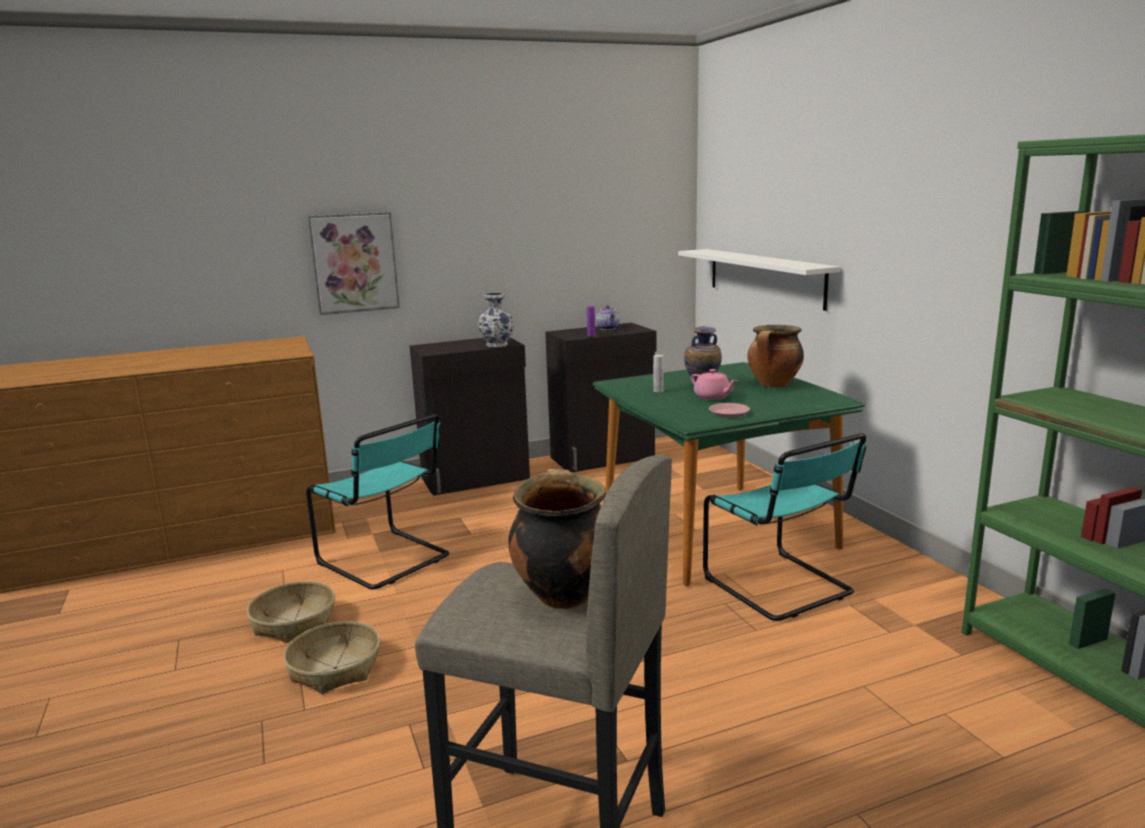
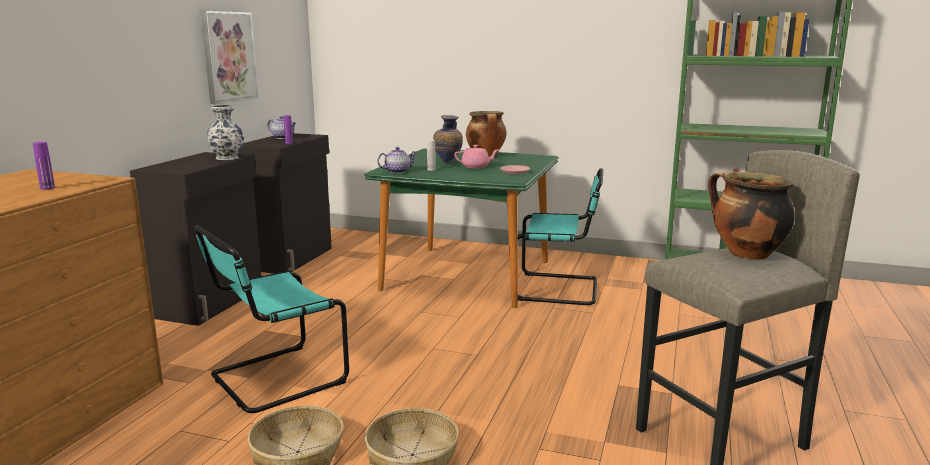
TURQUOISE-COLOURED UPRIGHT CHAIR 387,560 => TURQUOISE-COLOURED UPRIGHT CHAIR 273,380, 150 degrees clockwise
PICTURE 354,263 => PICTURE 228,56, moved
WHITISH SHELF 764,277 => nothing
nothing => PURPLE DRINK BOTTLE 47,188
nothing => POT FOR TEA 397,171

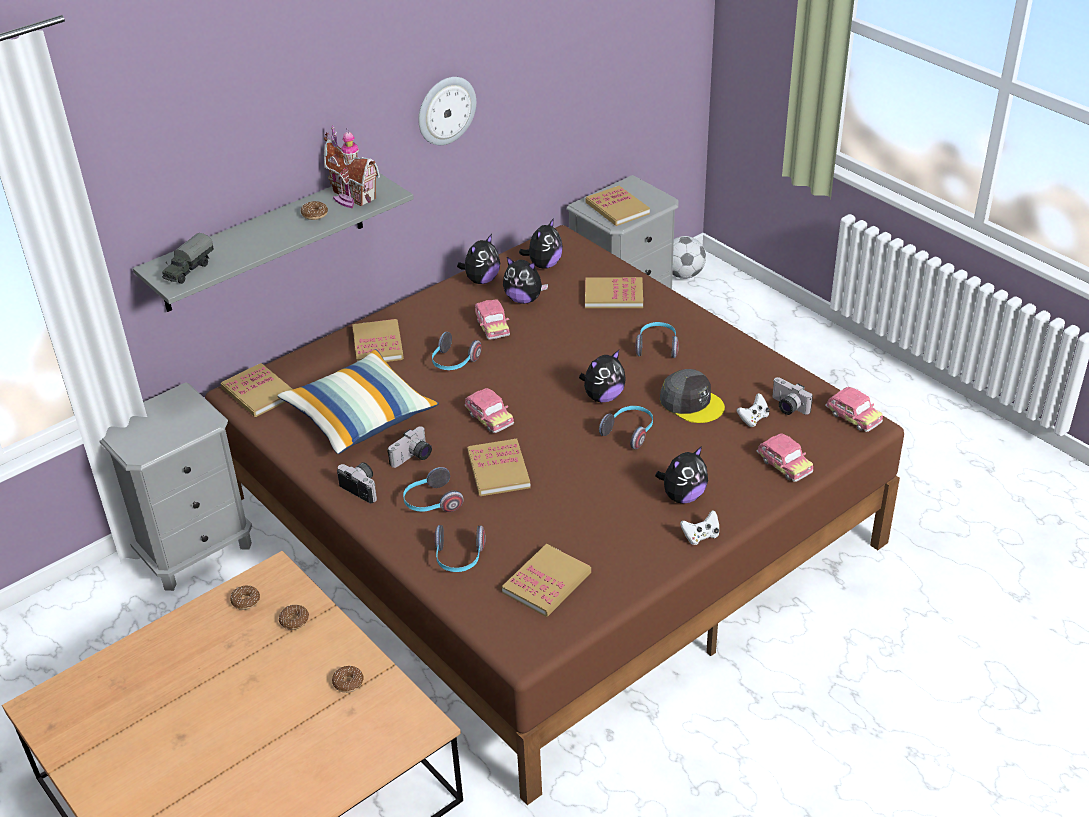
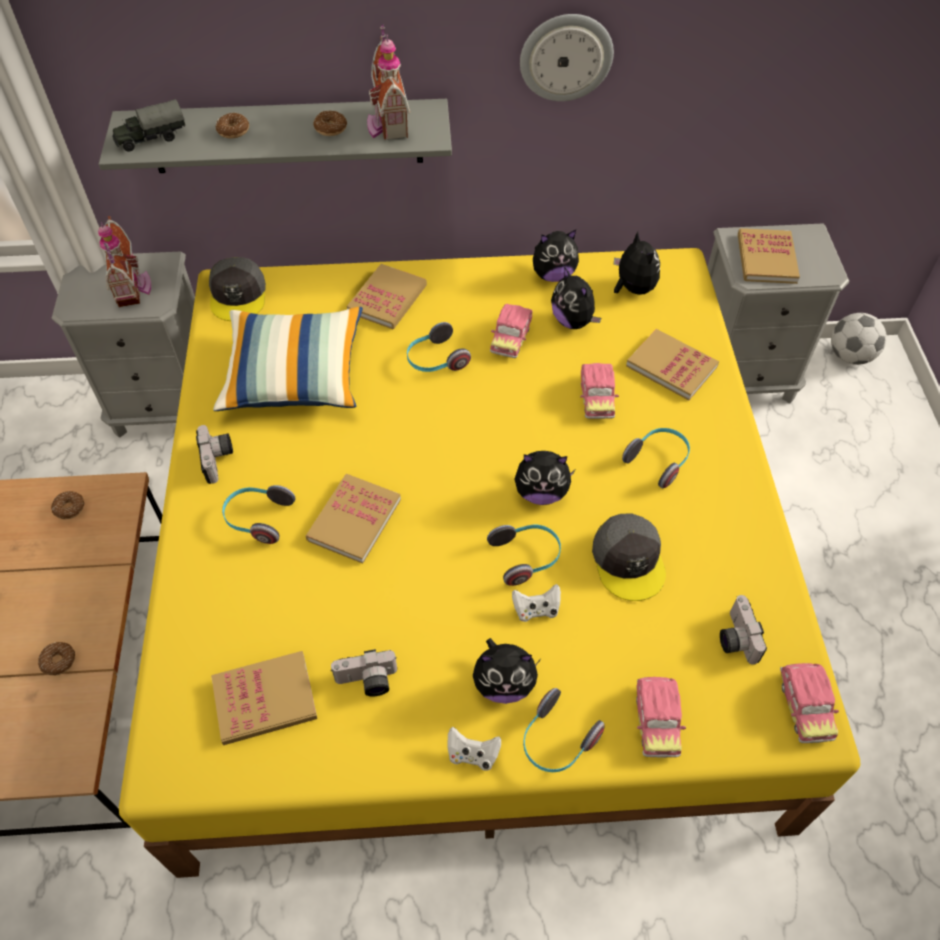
BROWNISH BEDROOM BED 550,521 => YELLOW BEDROOM BED 471,567
BOOK 258,393 => GRAY CAP 238,295
DOUGHNUT 294,620 => DOUGHNUT 233,131, moved
STILL CAMERA 413,458 => STILL CAMERA 367,682, moved
HEADPHONES 459,558 => HEADPHONES 556,741, moved
MINIATURE CAR 489,418 => MINIATURE CAR 596,397, moved
PLUSH TOY 544,265 => PLUSH TOY 632,289, 90 degrees counterclockwise
WHITISH GAME CONTROLLER 753,419 => WHITISH GAME CONTROLLER 536,609, moved
nothing => MINIATURE HOUSE 133,287

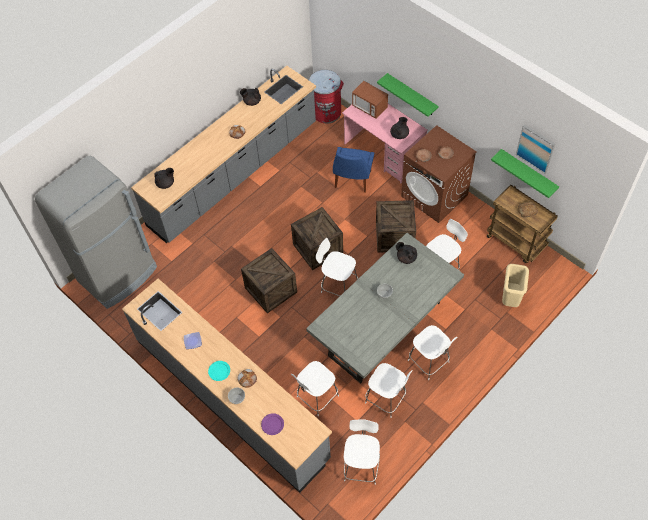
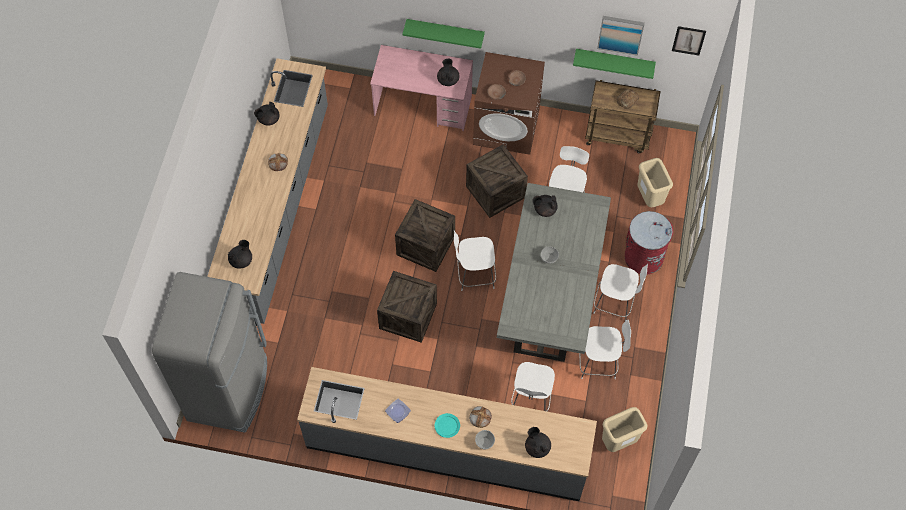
PURPLE FLAT DISH 272,424 => BLACK POT FOR TEA 537,447
RED TRASH CAN 326,112 => RED TRASH CAN 643,257, moved
BLUE-COLOURED UPRIGHT CHAIR 352,180 => nothing
WHITISH UPRIGHT CHAIR 361,465 => BEIGE-COLOURED TRASH CAN 619,441
MICROWAVE OVEN 369,107 => nothing
nothing => PICTURE 688,40

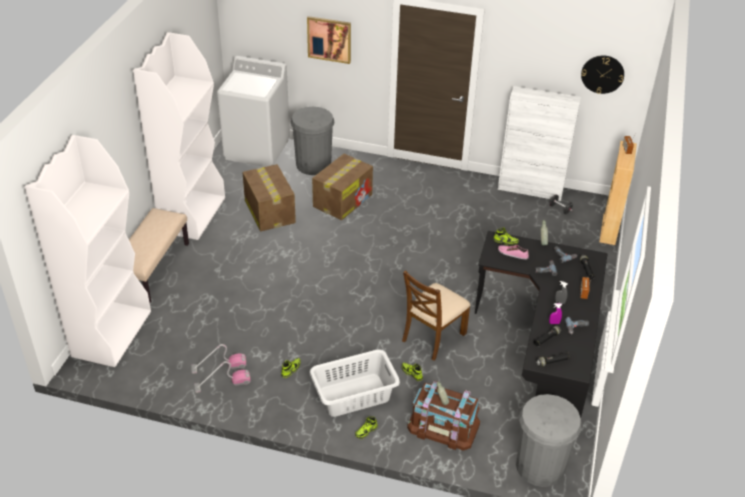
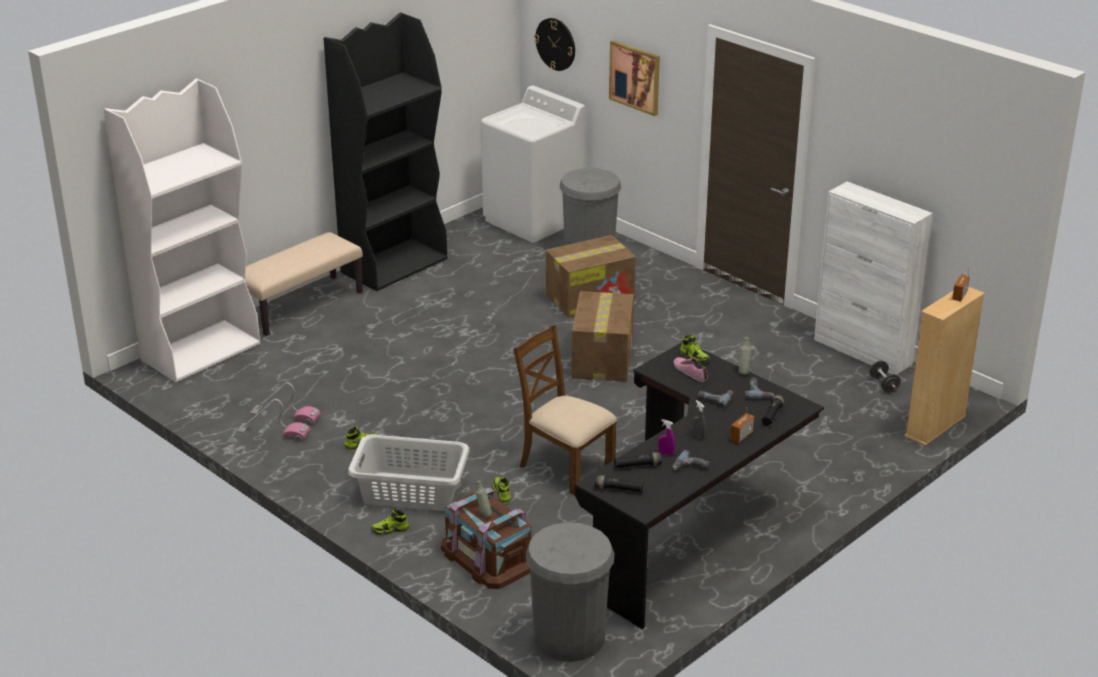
WHITISH SHELVING UNIT 193,214 => BLACK SHELVING UNIT 394,265
CARDBOARD BOX 269,211 => CARDBOARD BOX 602,358, moved
BROWNISH UPRIGHT CHAIR 433,337 => BROWNISH UPRIGHT CHAIR 565,466, 60 degrees clockwise
WALL CLOCK 602,74 => WALL CLOCK 556,44, moved

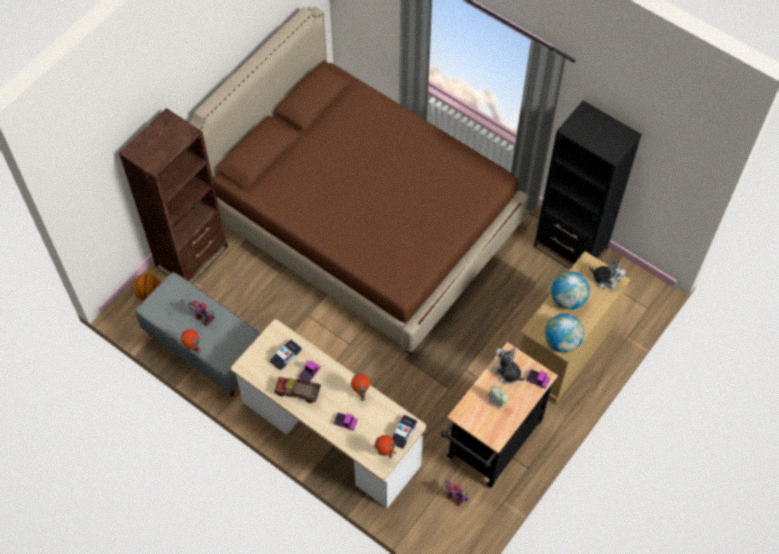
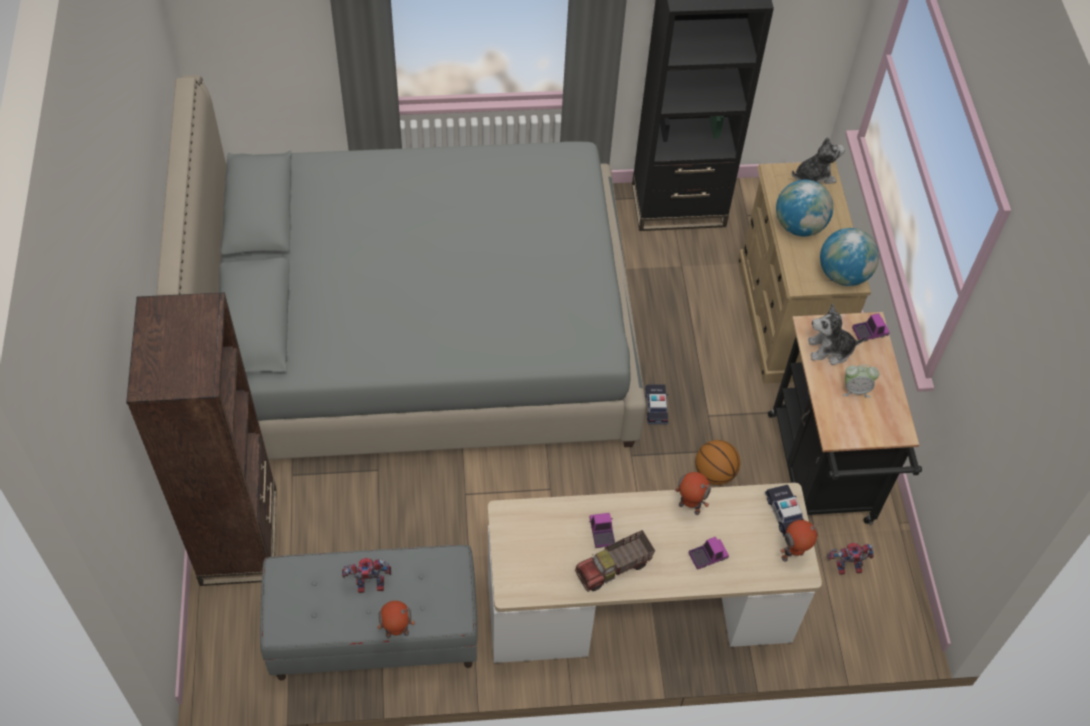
BASKETBALL 149,294 => BASKETBALL 714,473, moved
BROWNISH BEDROOM BED 363,220 => GRAY BEDROOM BED 418,336
MINIATURE CAR 286,356 => MINIATURE CAR 656,407, moved

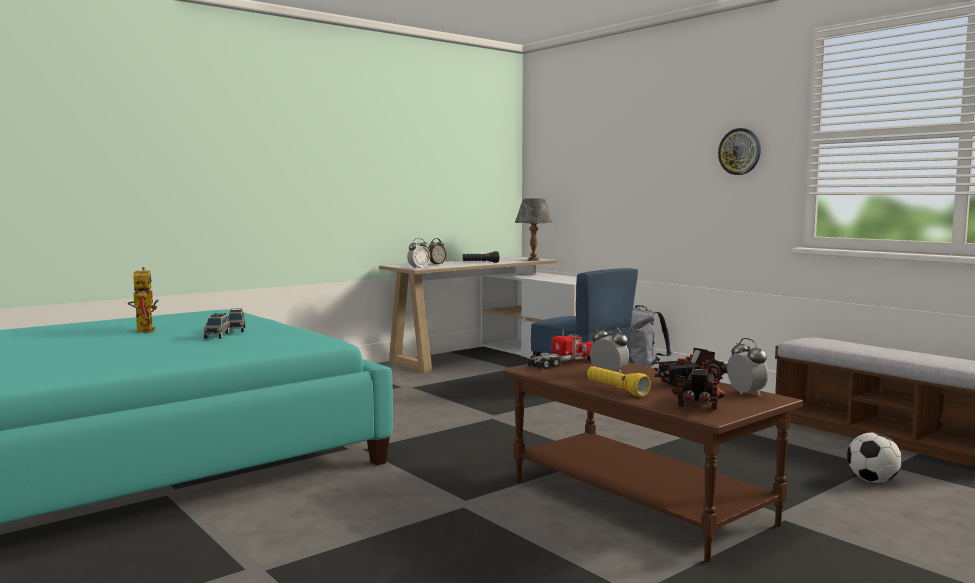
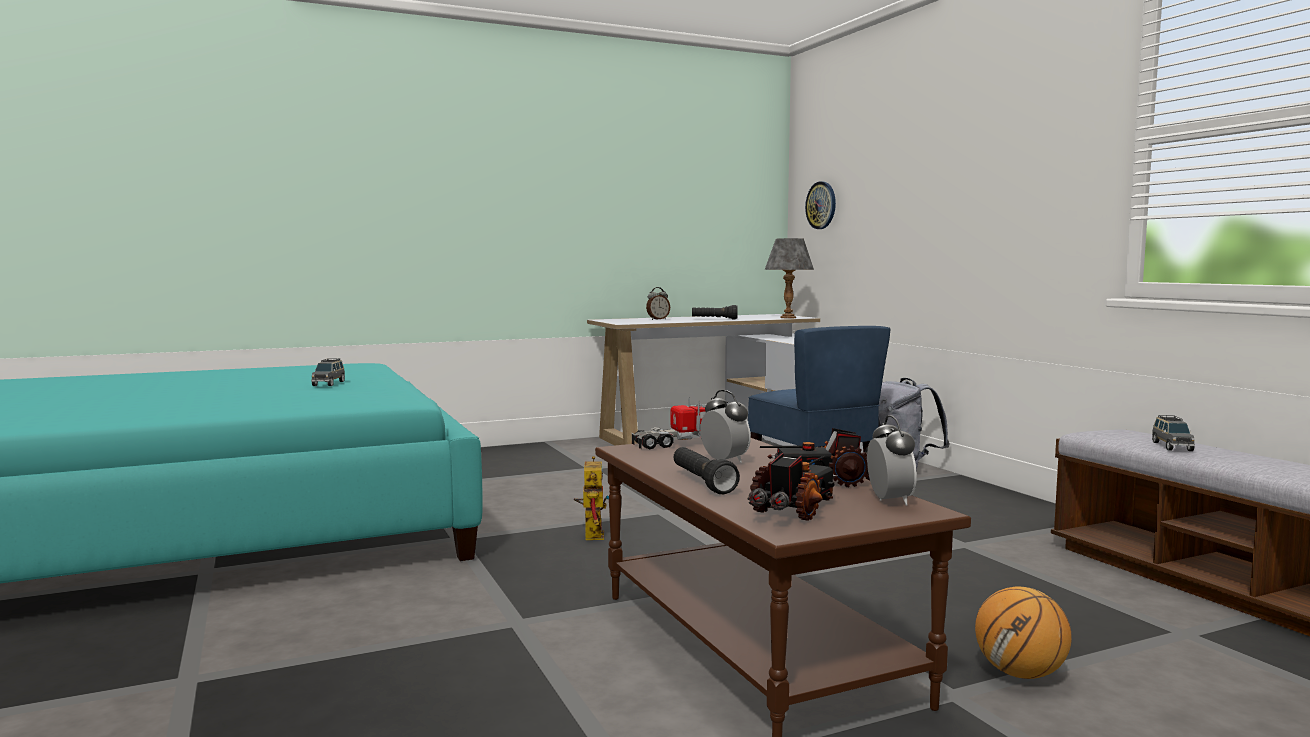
MODEL ROBOT 143,329 => MODEL ROBOT 591,533, moved
GRAY MINIATURE CAR 217,335 => GRAY MINIATURE CAR 1171,446, moved
ALARM CLOCK 418,268 => nothing
YELLOW TORCH 616,390 => BLACK TORCH 702,482
WALL CLOCK 740,151 => WALL CLOCK 821,205, moved
BALL FOR FOOTBALL 872,481 => nothing
nothing => BASKETBALL 1020,674

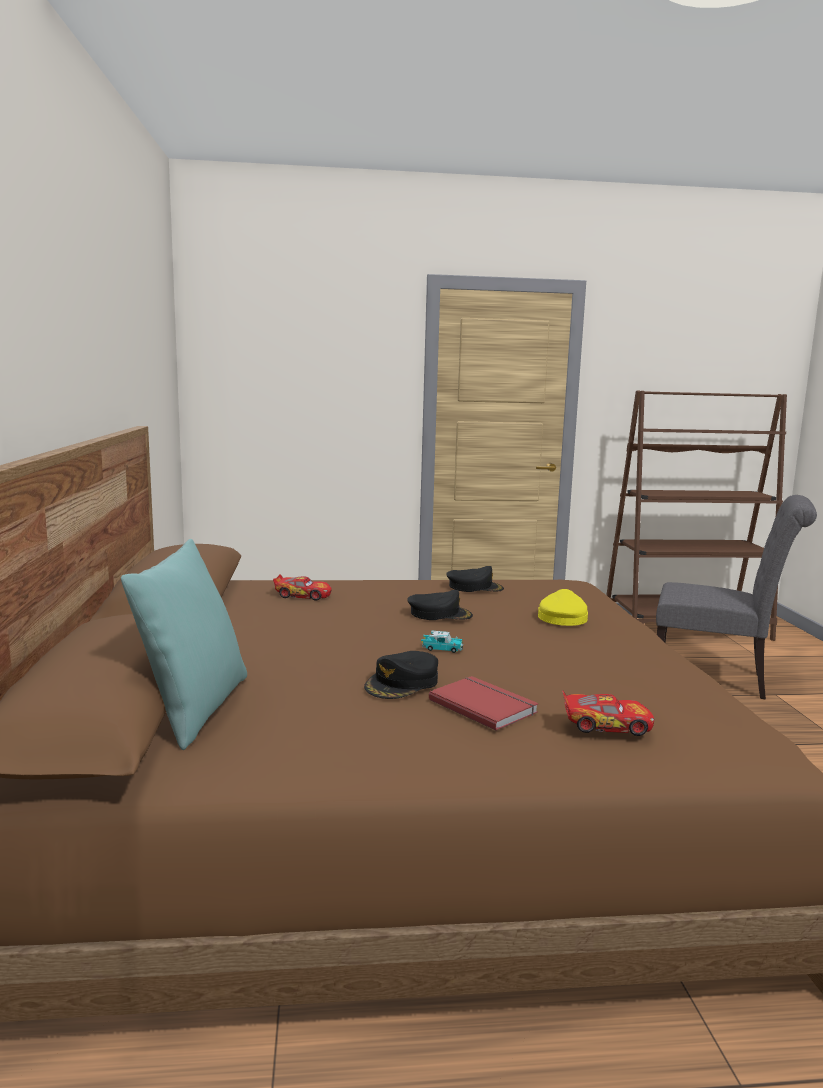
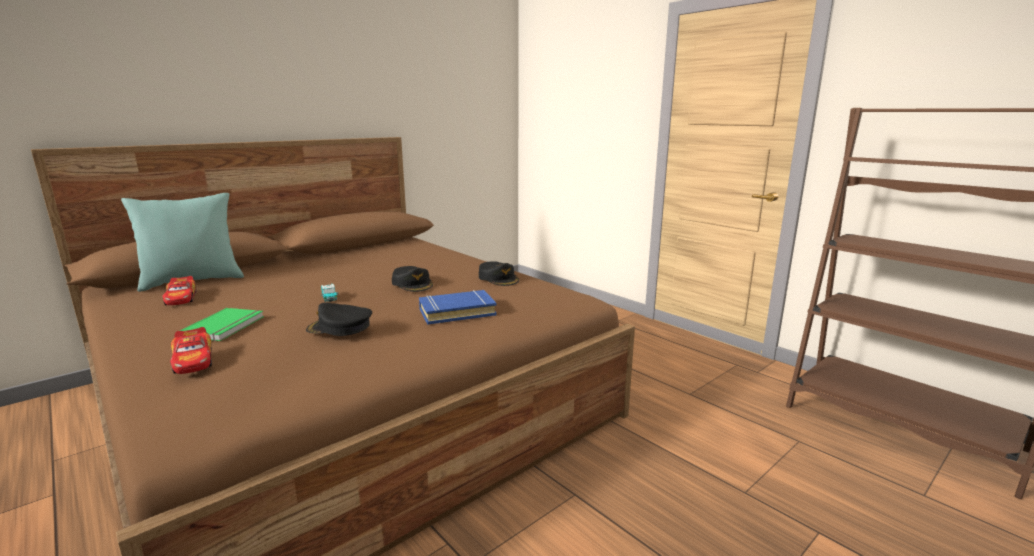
MINIATURE CAR 303,595 => MINIATURE CAR 181,298, moved
BLACK CAP 403,683 => BLACK CAP 340,327, moved
RED BOOK 484,705 => GREEN BOOK 226,326
YELLOW CAP 562,617 => BLUE-COLOURED BOOK 457,312
GRAY UPRIGHT CHAIR 717,679 => nothing

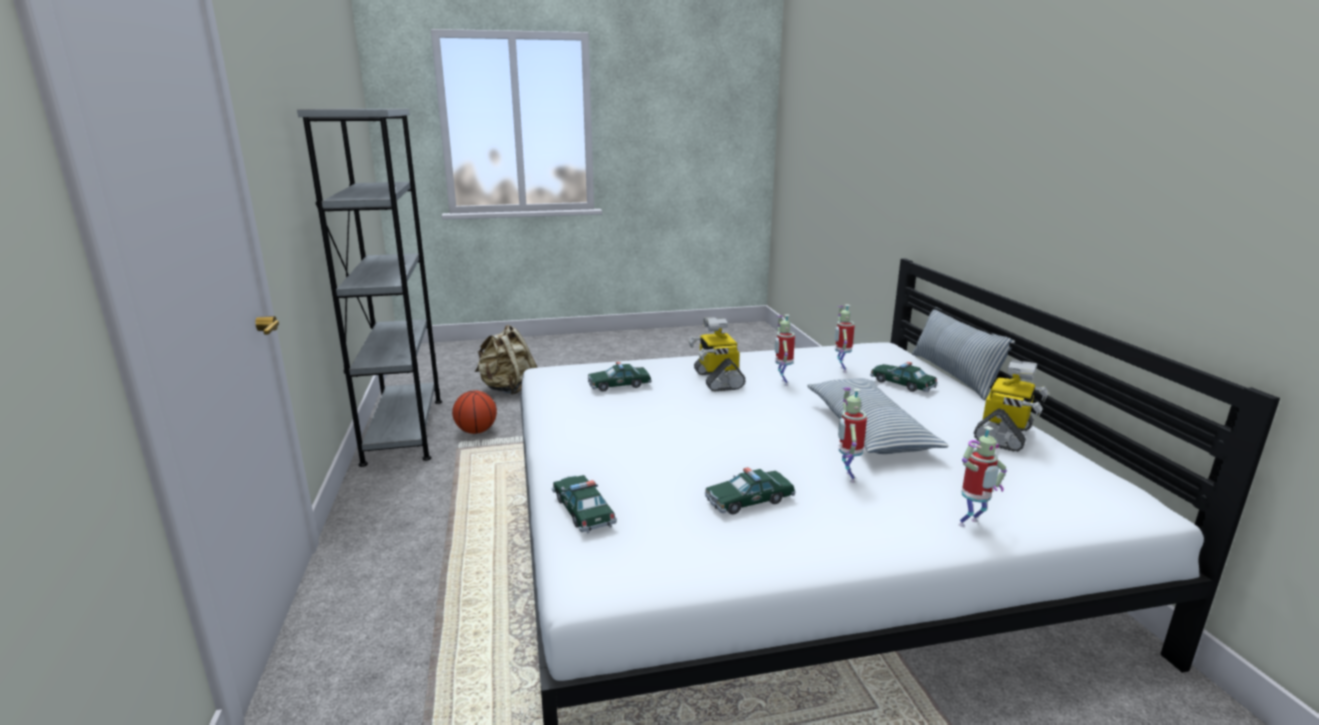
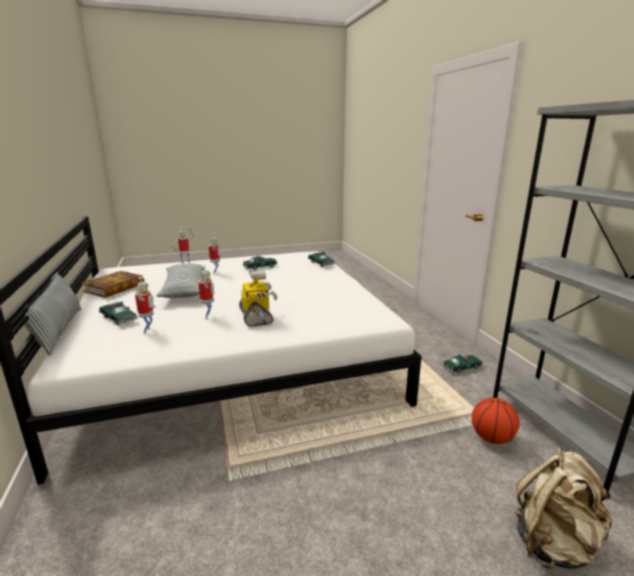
MINIATURE CAR 619,385 => MINIATURE CAR 462,367, moved
MODEL ROBOT 1004,435 => BOOK 115,288

